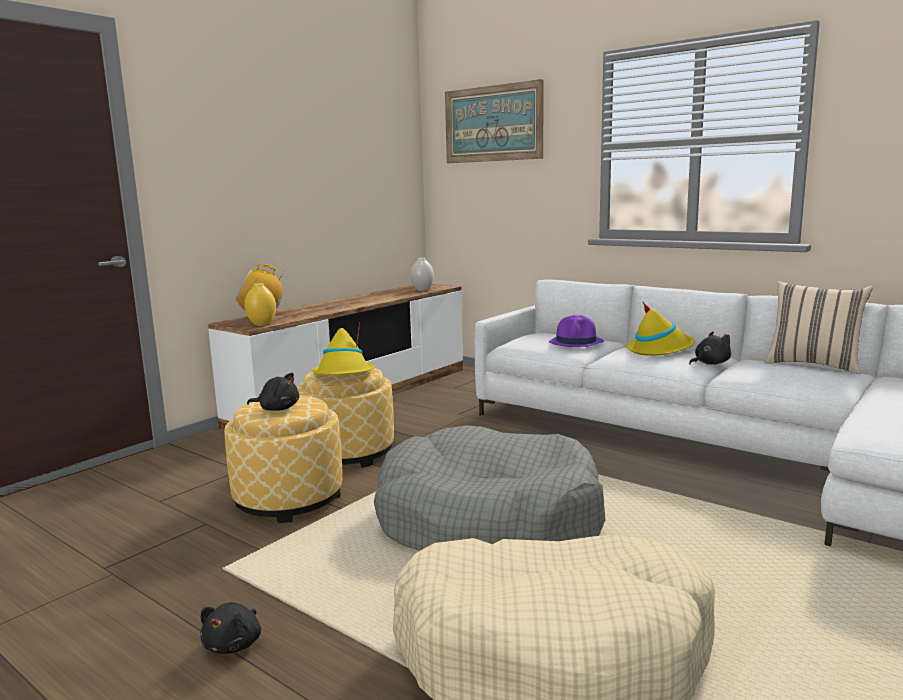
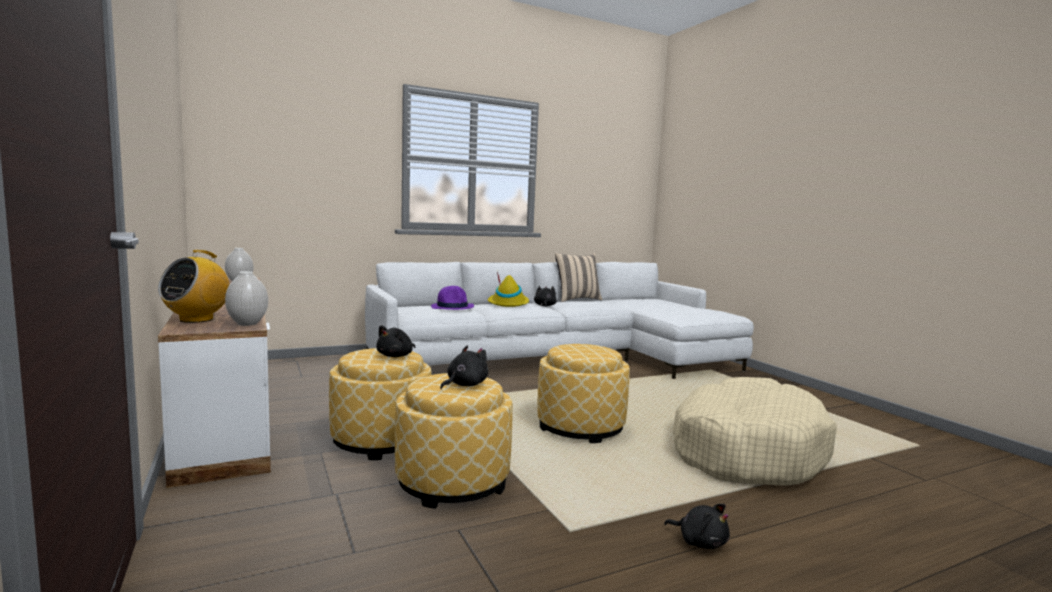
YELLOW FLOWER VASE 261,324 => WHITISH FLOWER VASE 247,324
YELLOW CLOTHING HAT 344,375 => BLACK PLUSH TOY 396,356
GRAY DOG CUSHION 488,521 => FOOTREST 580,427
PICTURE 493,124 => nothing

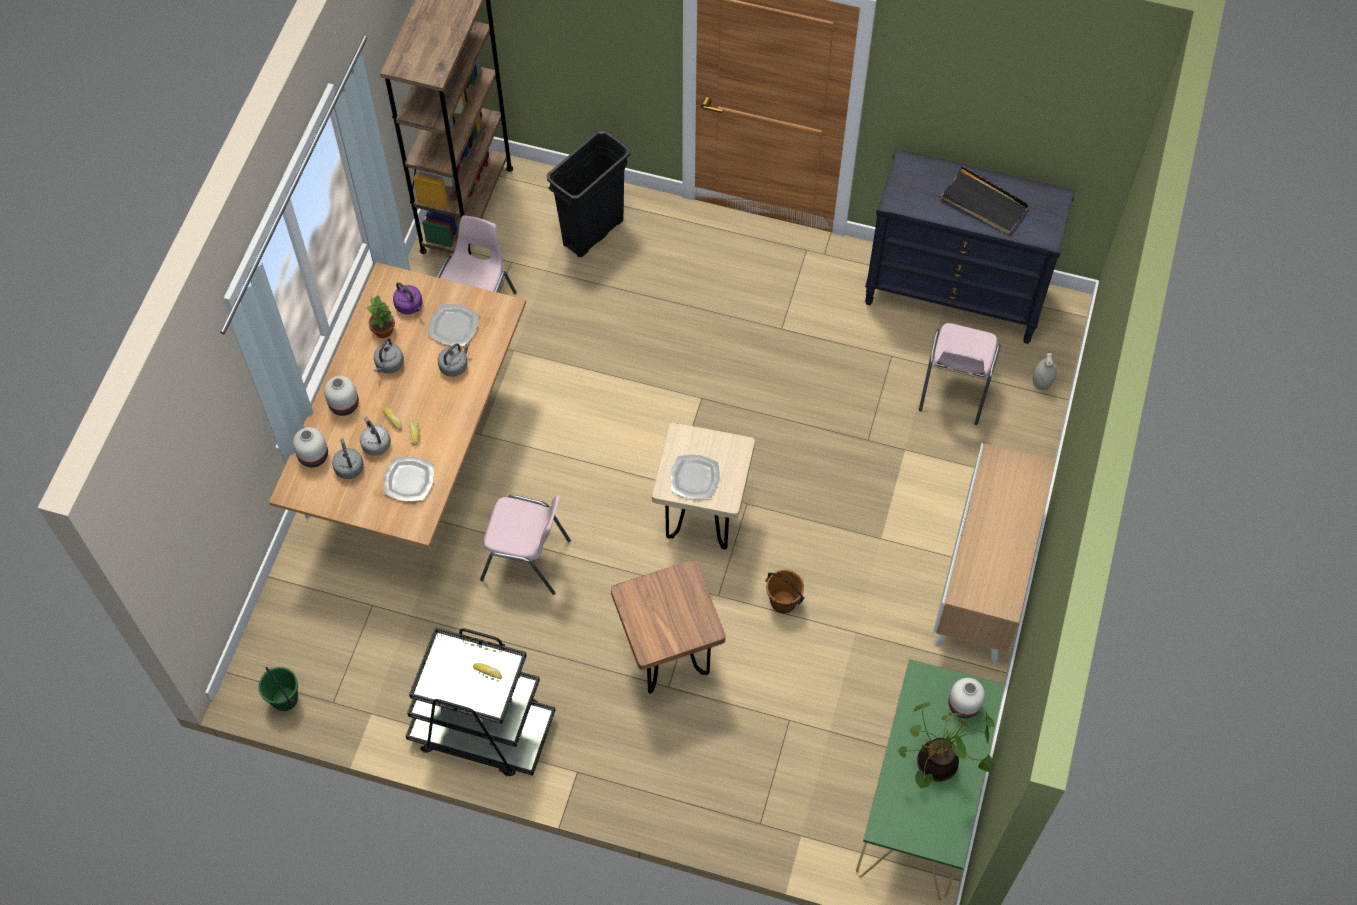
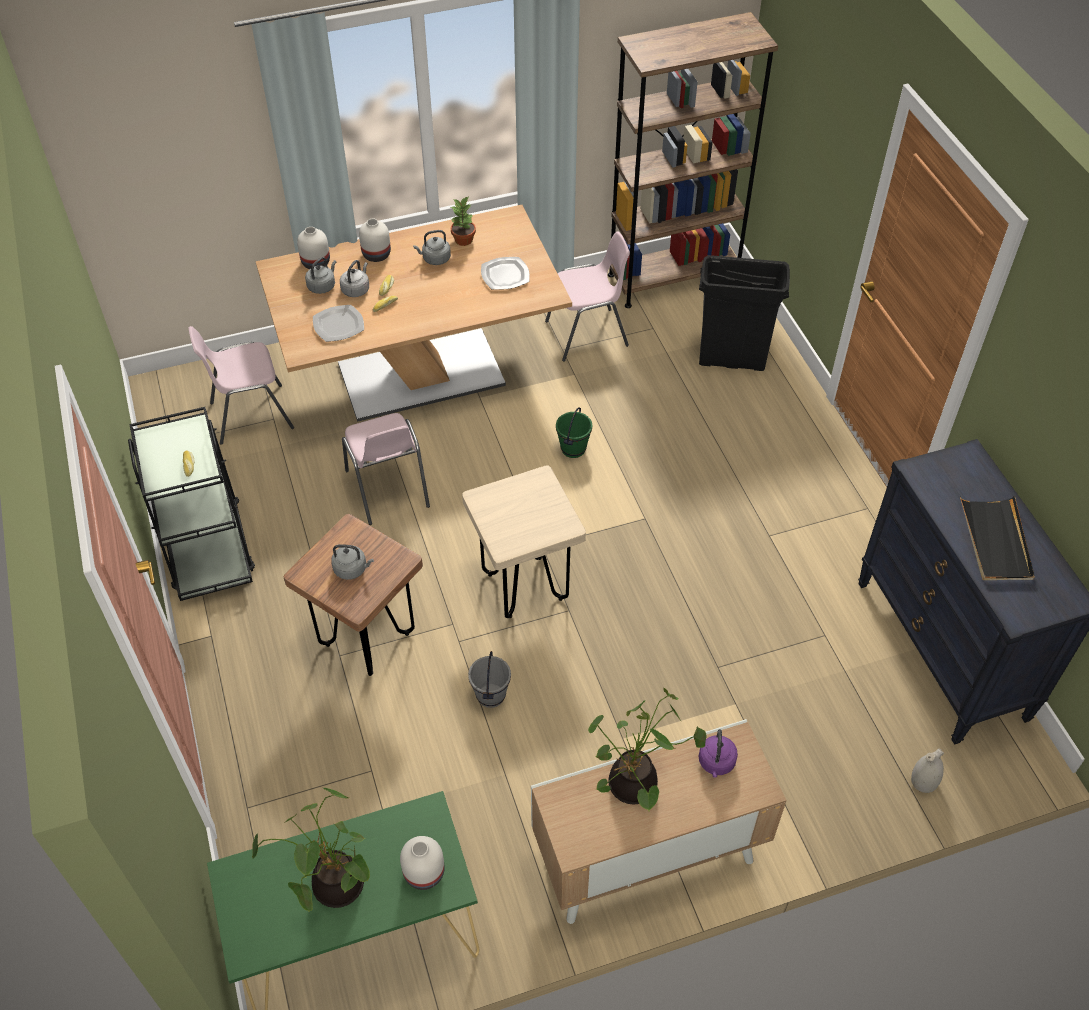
GREEN BUCKET 284,699 => GREEN BUCKET 573,449, moved
PURPLE TEA KETTLE 410,306 => PURPLE TEA KETTLE 716,763, moved
GRAY TEA KETTLE 455,365 => GRAY TEA KETTLE 352,569, moved
FLAT DISH 694,478 => nothing
BROWNISH BUCKET 783,601 => GRAY BUCKET 491,695
PINK UPRIGHT CHAIR 954,388 => PINK UPRIGHT CHAIR 250,415, moved
nothing => POTTED PLANT 634,788

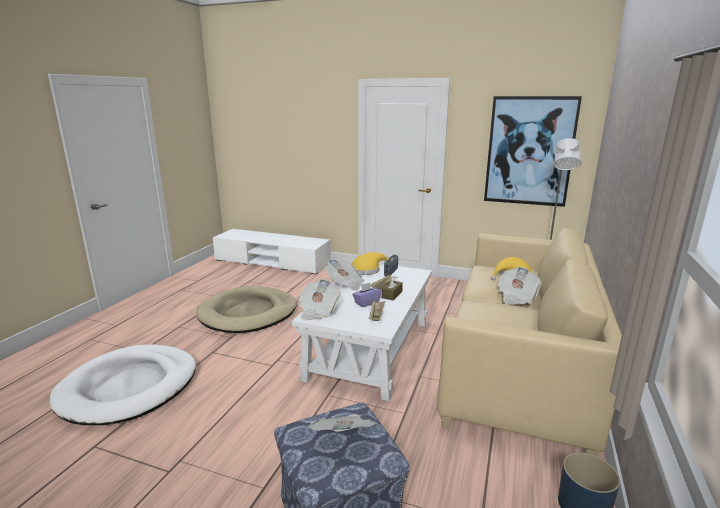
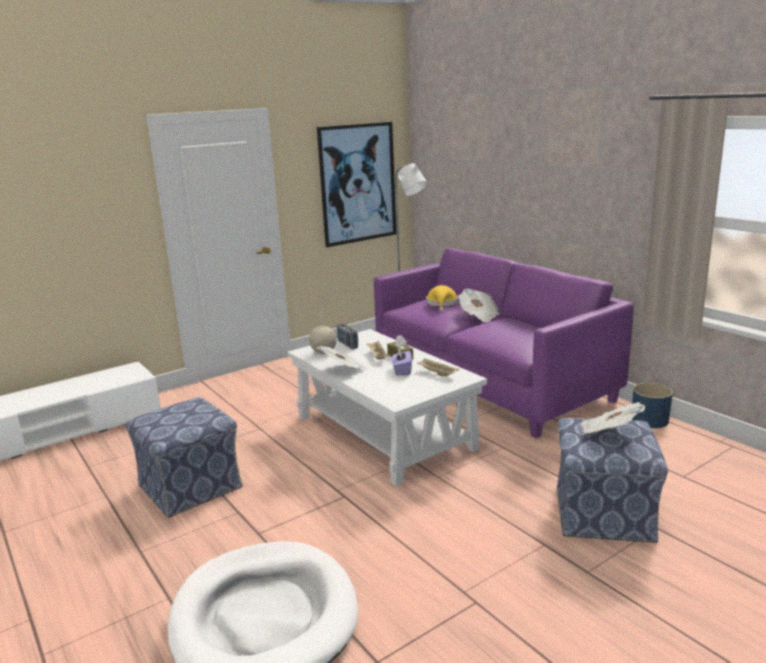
BEIGE-COLOURED DOG CUSHION 248,313 => FOOTREST 191,486
NEWSPAPER 318,311 => nothing
YELLOW CLOTHING HAT 367,270 => DESK GLOBE 323,352
BEIGE-COLOURED SOFA 518,367 => PURPLE SOFA 491,381

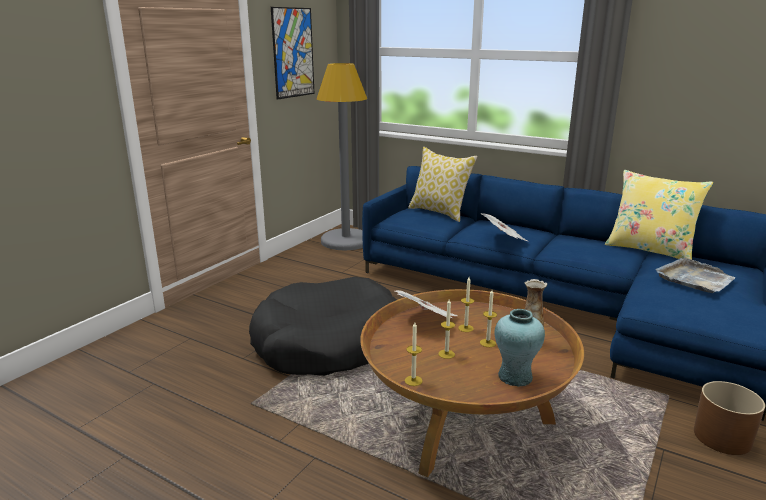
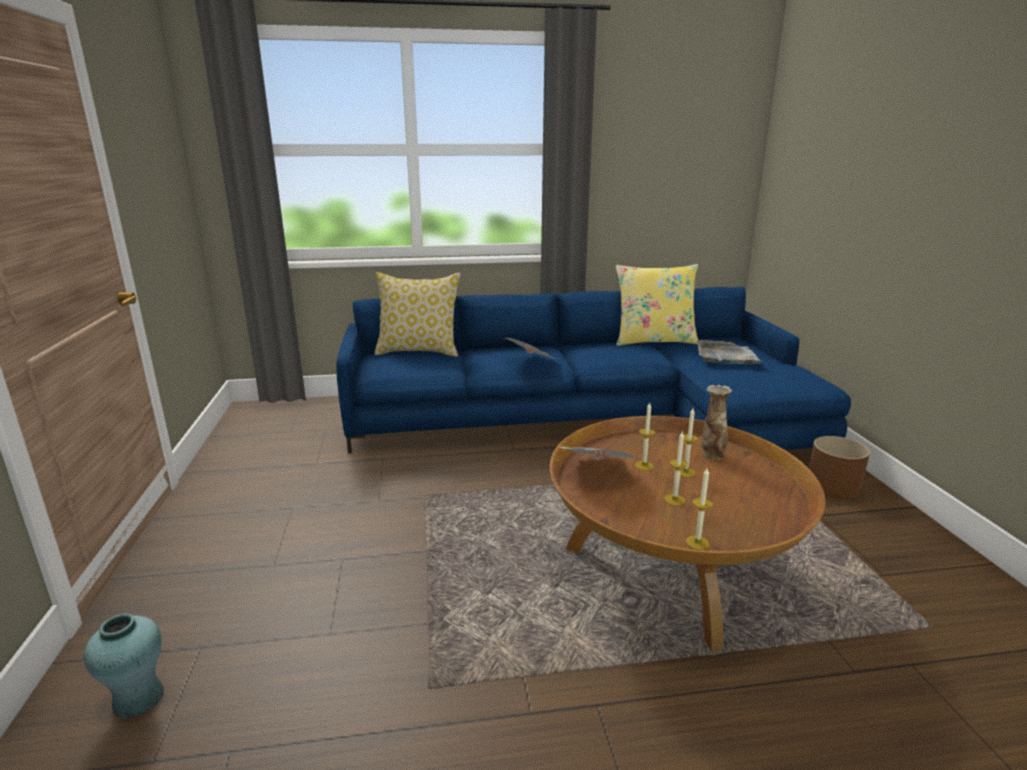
BLACK DOG CUSHION 328,343 => nothing
PICTURE 293,53 => nothing
GRAY FLOOR LAMP 346,241 => nothing
TURQUOISE-COLOURED FLOWER VASE 514,376 => TURQUOISE-COLOURED FLOWER VASE 138,699, moved

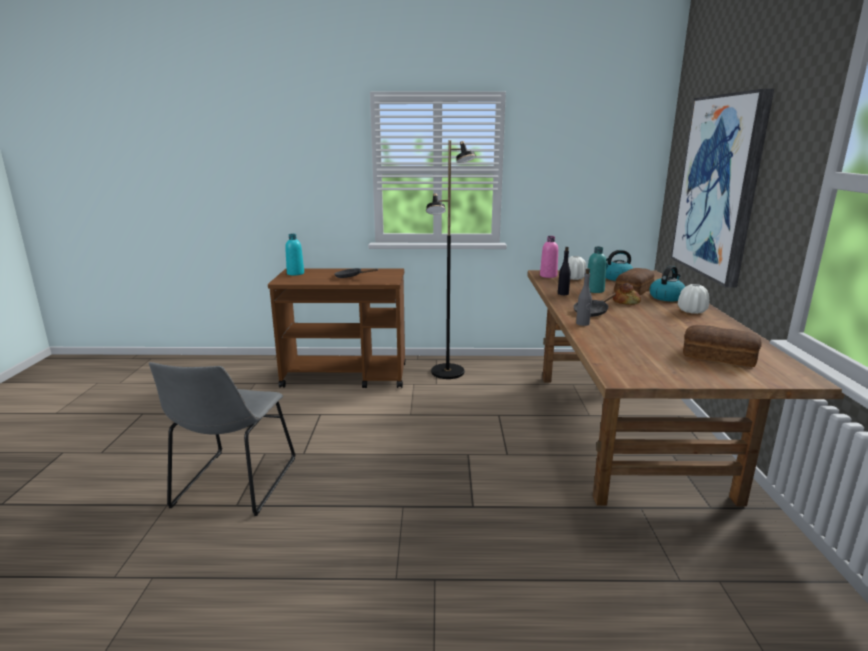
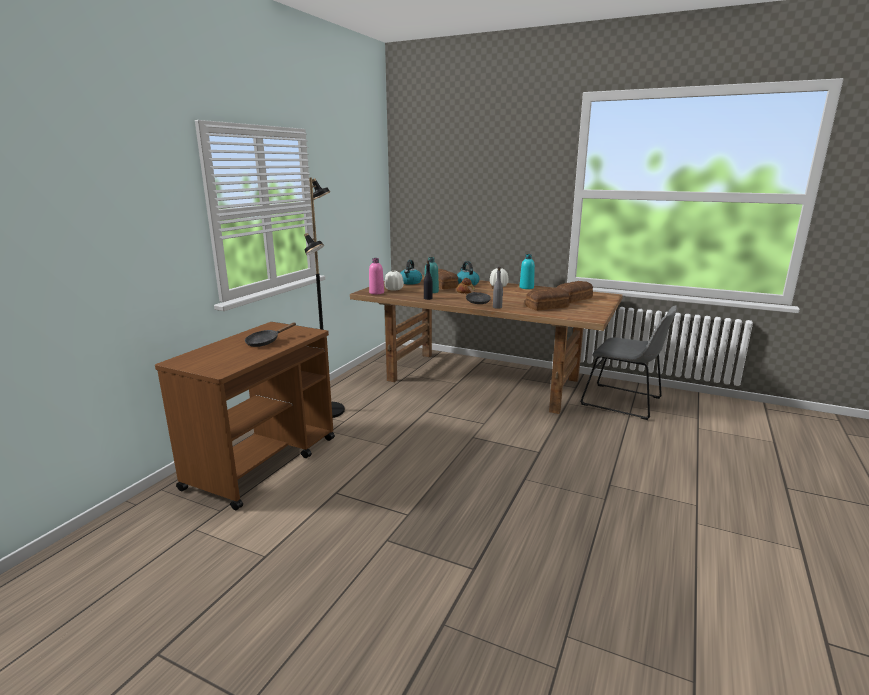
GRAY UPRIGHT CHAIR 233,485 => GRAY UPRIGHT CHAIR 625,402, moved
TURQUOISE-COLOURED DRINK BOTTLE 295,273 => TURQUOISE-COLOURED DRINK BOTTLE 526,287, moved
PICTURE 719,187 => nothing
nothing => BAKERY BREAD 547,307

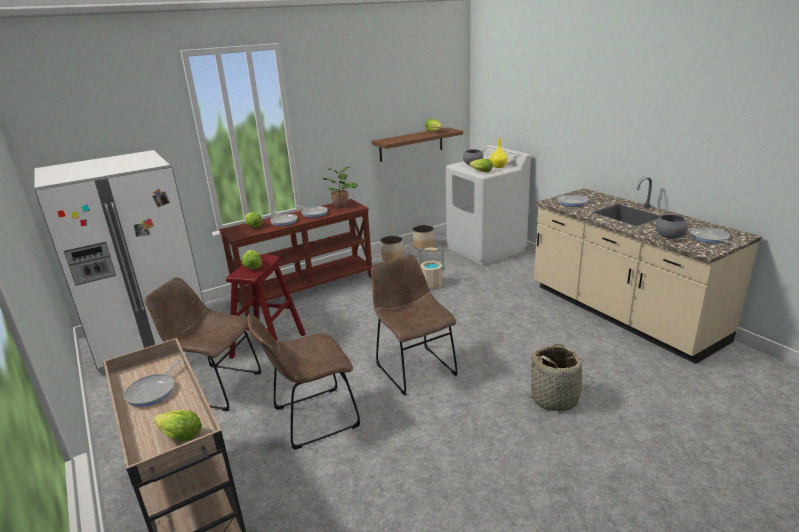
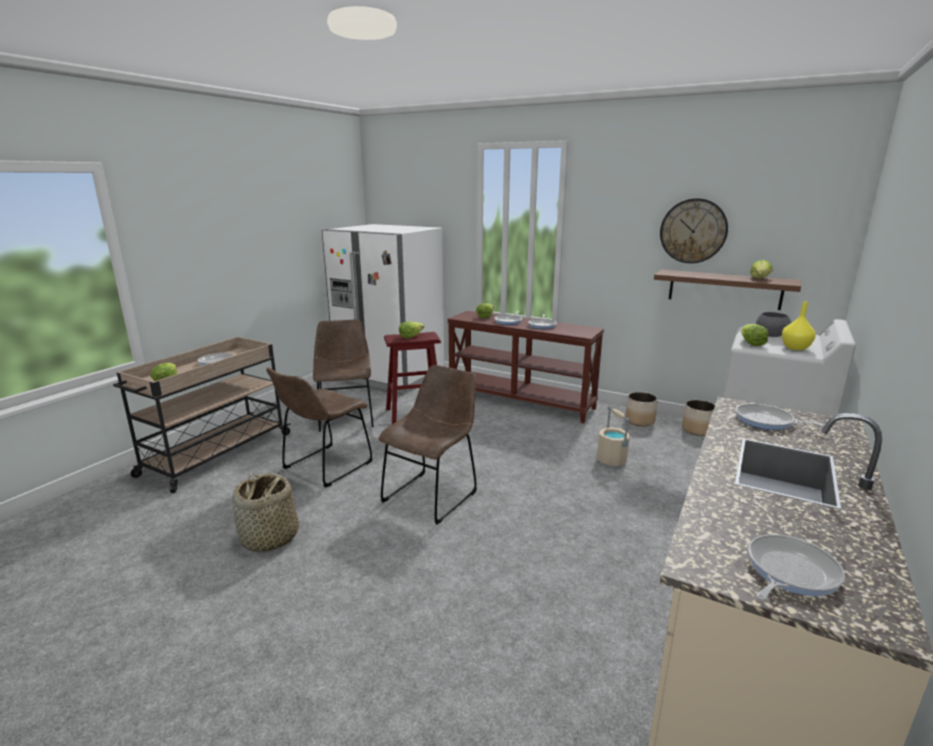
BROWNISH UPRIGHT CHAIR 311,419 => BROWNISH UPRIGHT CHAIR 324,467, 90 degrees counterclockwise
POTTED PLANT 341,205 => nothing
HOUSEHOLD BASKET 555,398 => HOUSEHOLD BASKET 269,538, moved
GRAY DEEP DISH 669,237 => nothing
nothing => WALL CLOCK 693,231

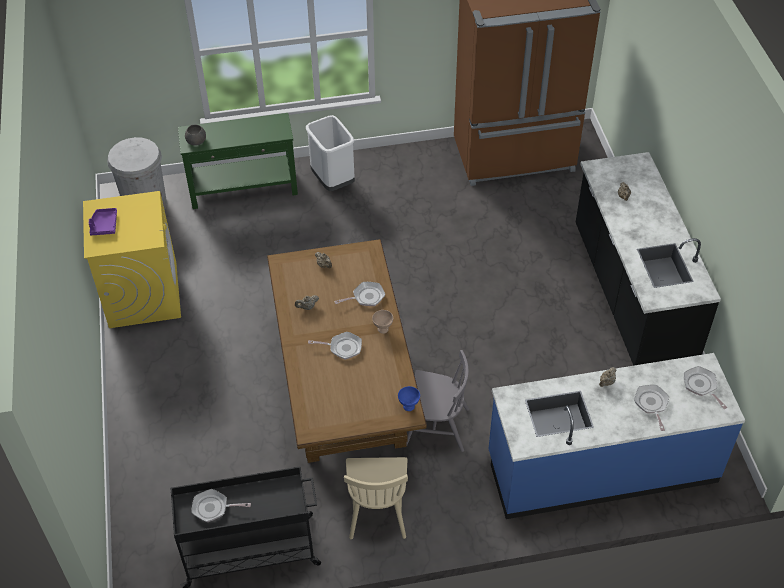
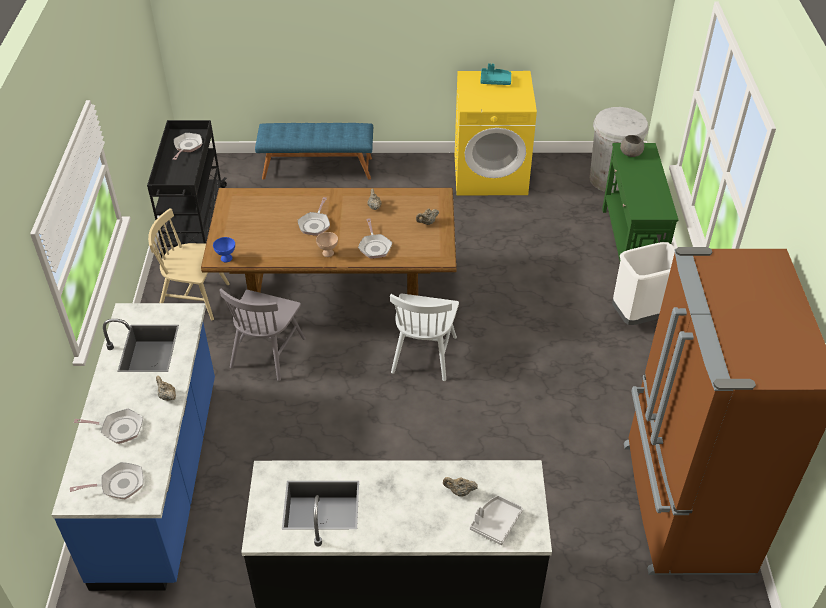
PURPLE CARRYING TRAY 104,225 => TURQUOISE-COLOURED CARRYING TRAY 495,81
nothing => BLUE-COLOURED BENCH 317,168
nothing => WHITISH UPRIGHT CHAIR 423,354
nothing => GRAY CARRYING TRAY 495,523

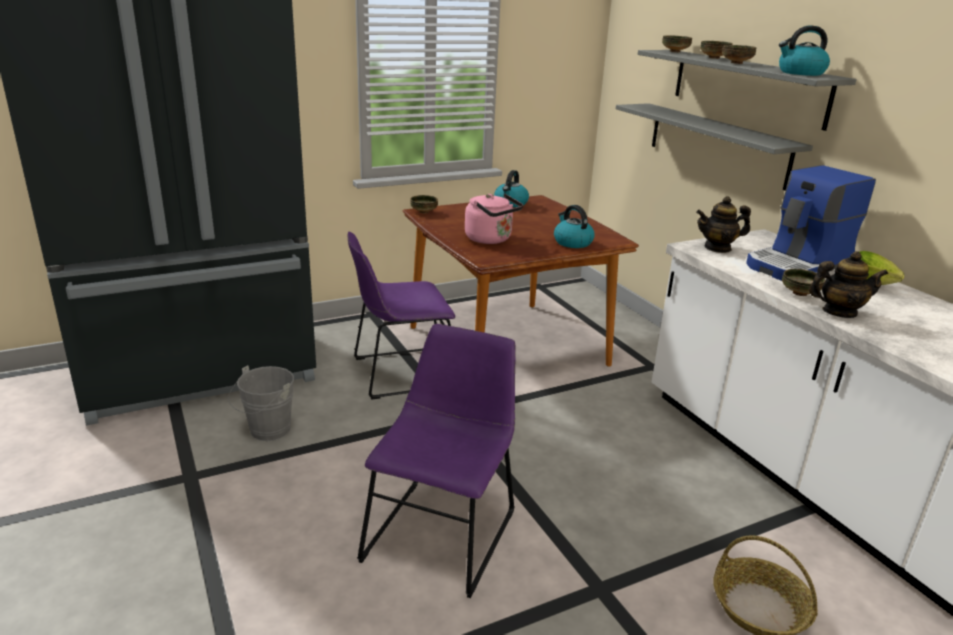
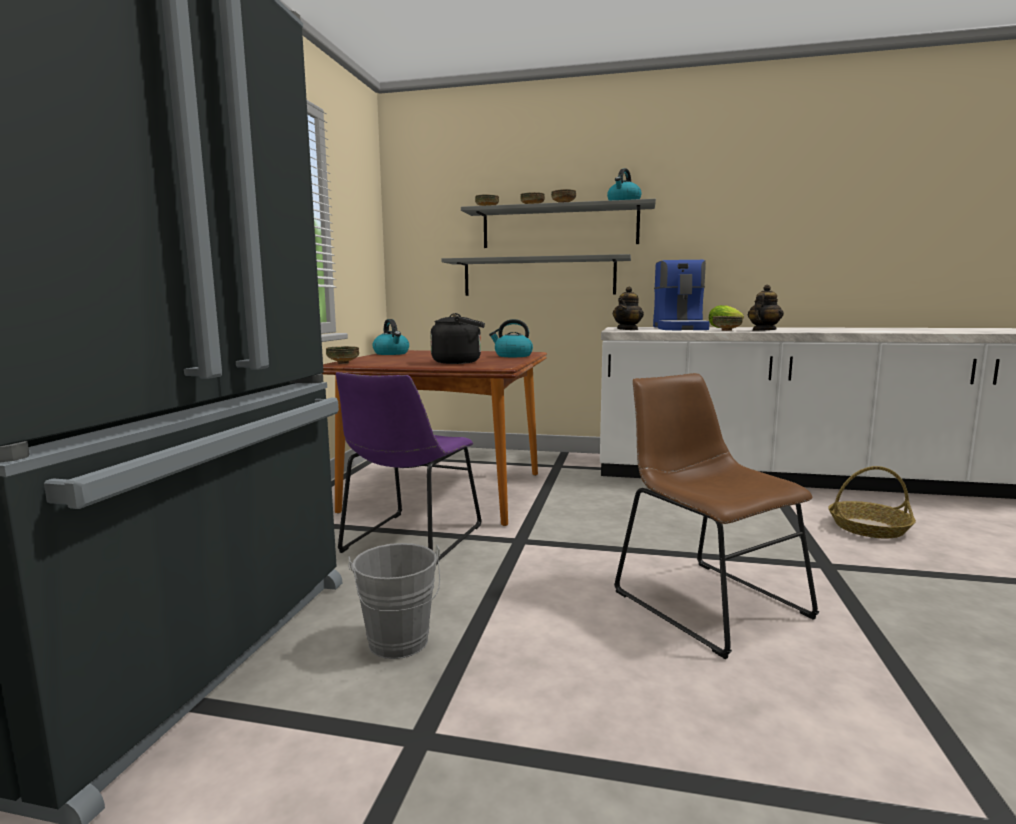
PURPLE UPRIGHT CHAIR 443,531 => BROWNISH UPRIGHT CHAIR 704,600
PINK TEA KETTLE 491,239 => BLACK TEA KETTLE 460,362

